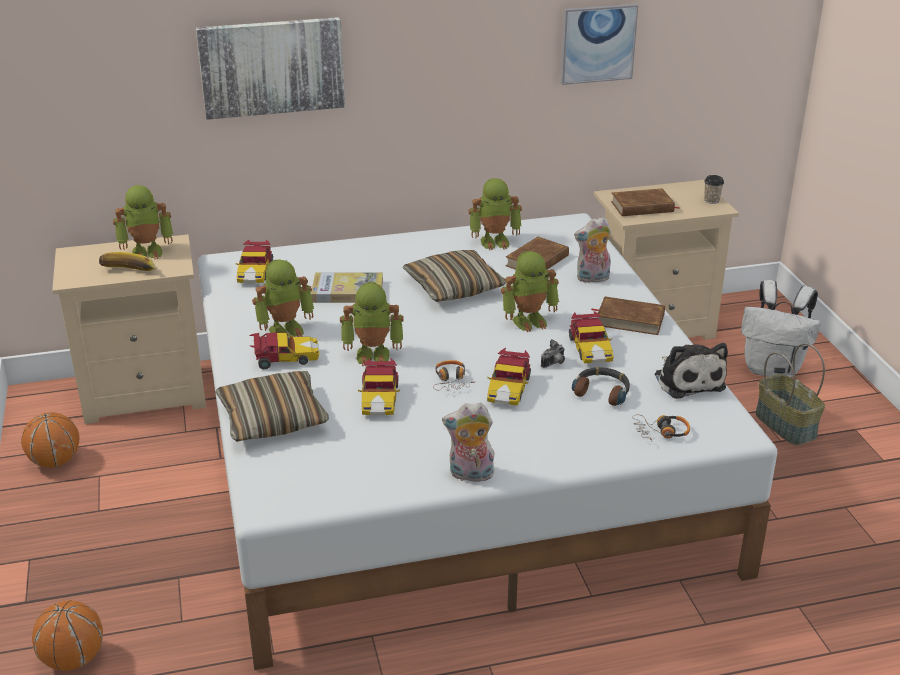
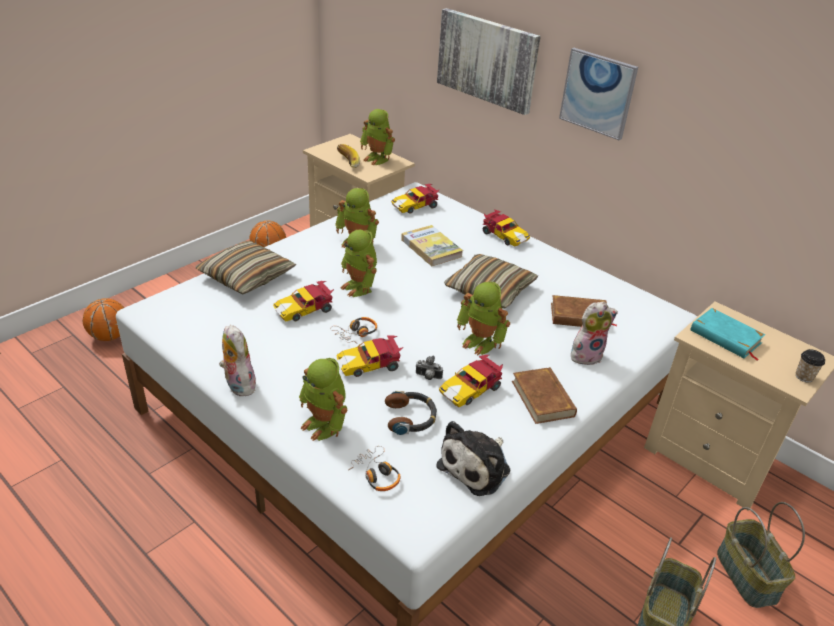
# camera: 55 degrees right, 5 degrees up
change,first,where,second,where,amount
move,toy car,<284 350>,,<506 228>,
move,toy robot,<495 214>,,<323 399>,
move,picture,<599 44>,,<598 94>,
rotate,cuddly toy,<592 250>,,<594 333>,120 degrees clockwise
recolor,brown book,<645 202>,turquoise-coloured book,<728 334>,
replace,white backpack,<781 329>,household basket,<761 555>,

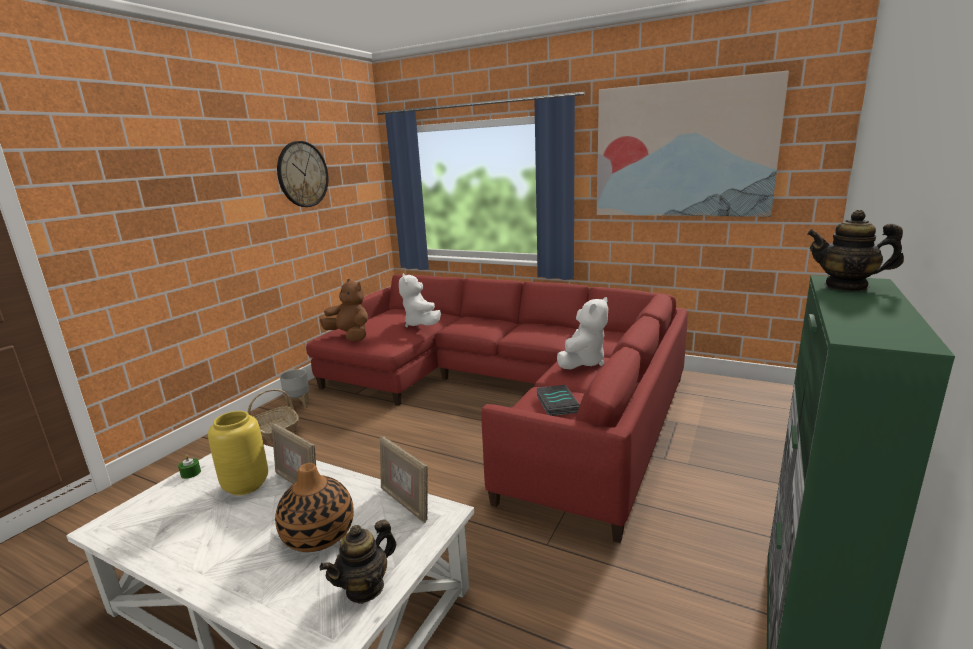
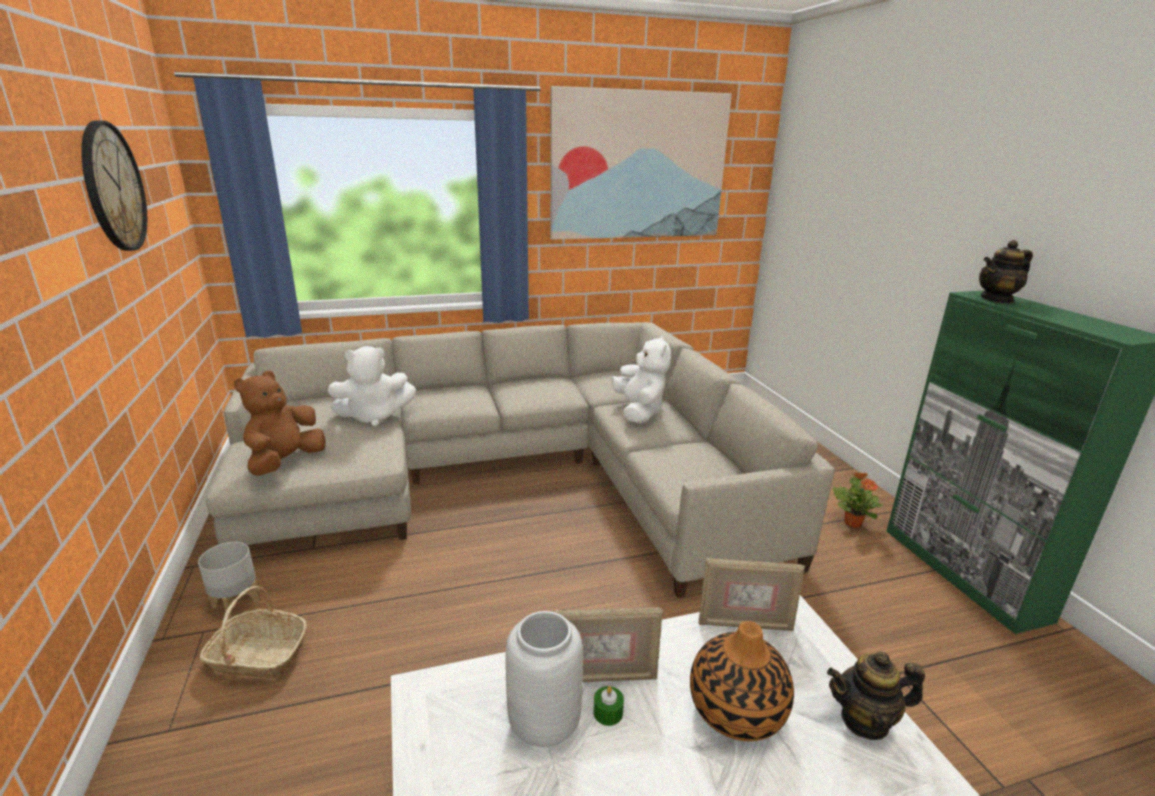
# camera: 45 degrees left, 5 degrees up
change,first,where,second,where,amount
move,green-coloured wax light,<189 467>,,<608 706>,
recolor,yellow-coloured decorative vase,<238 453>,gray decorative vase,<544 679>,
recolor,red-coloured couch,<497 408>,sand-coloured couch,<520 460>,
rotate,tea pot,<357 561>,,<876 695>,90 degrees clockwise
rotate,brown cuddly toy,<344 310>,,<280 423>,60 degrees counterclockwise
rotate,white cuddly toy,<420 301>,,<372 386>,45 degrees counterclockwise
delete,book,<558 400>,,,
insert,,,houseplant,<858 500>,

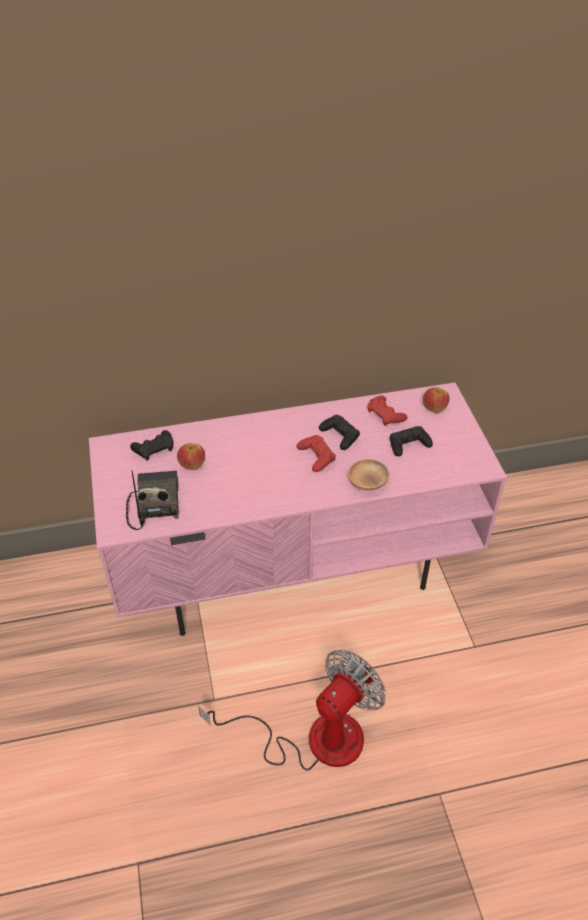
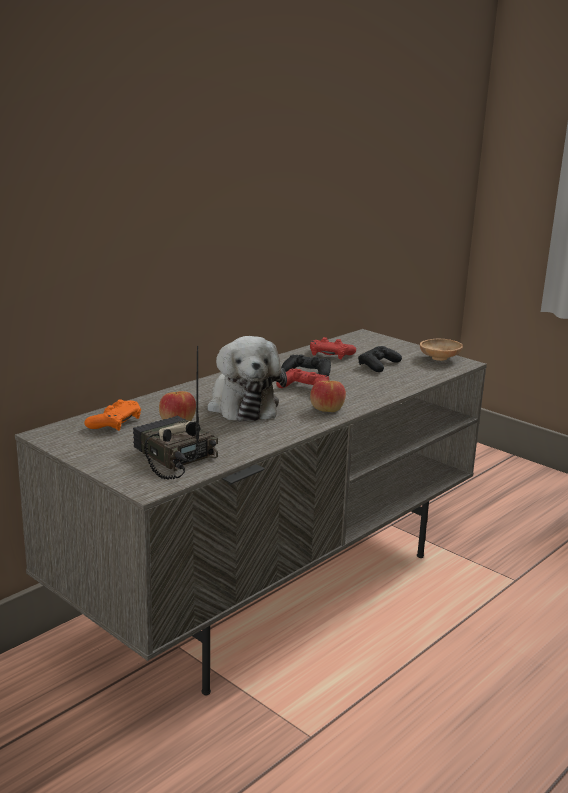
# camera: 35 degrees left, 25 degrees down
change,first,where,second,where,amount
recolor,pink tv unit,<298 509>,gray tv unit,<251 512>,
recolor,blackish game controller,<151 445>,orangey game controller,<113 415>,
delete,cooling fan,<292 710>,,,
move,brown bowl,<368 474>,,<441 350>,
move,apple fruit,<436 400>,,<328 396>,
insert,,,cuddly toy,<247 379>,

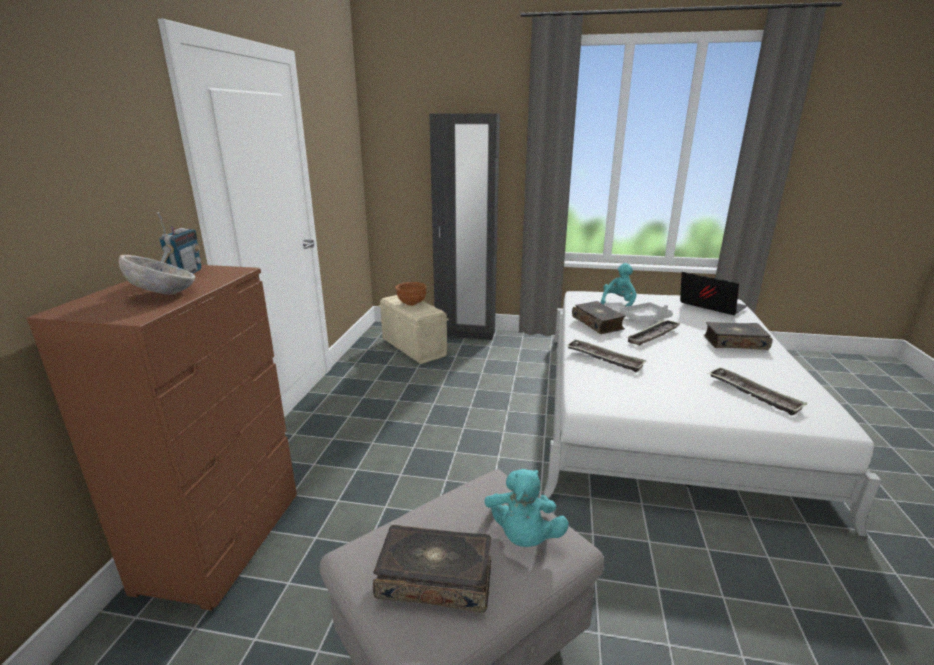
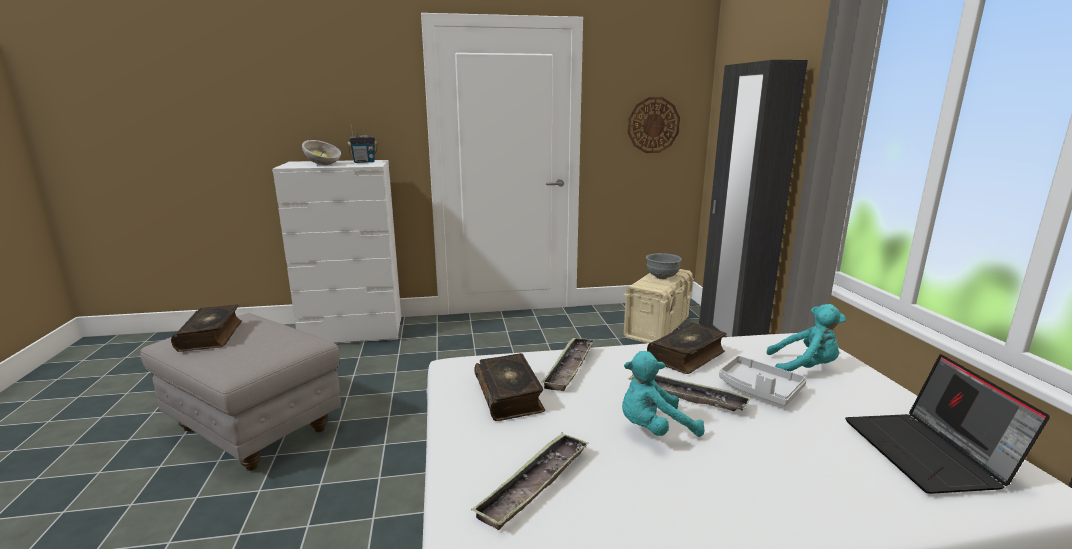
# camera: 70 degrees right, 5 degrees down
change,first,where,second,where,amount
recolor,brown dresser,<161 438>,white dresser,<336 251>,
recolor,brown bowl,<411 294>,gray bowl,<664 266>,
move,turquoise-coloured cuddly toy,<527 508>,,<663 394>,
rotate,portable computer,<713 293>,,<947 424>,150 degrees clockwise
move,book,<738 336>,,<509 387>,
insert,,,clock on the wall,<654 125>,

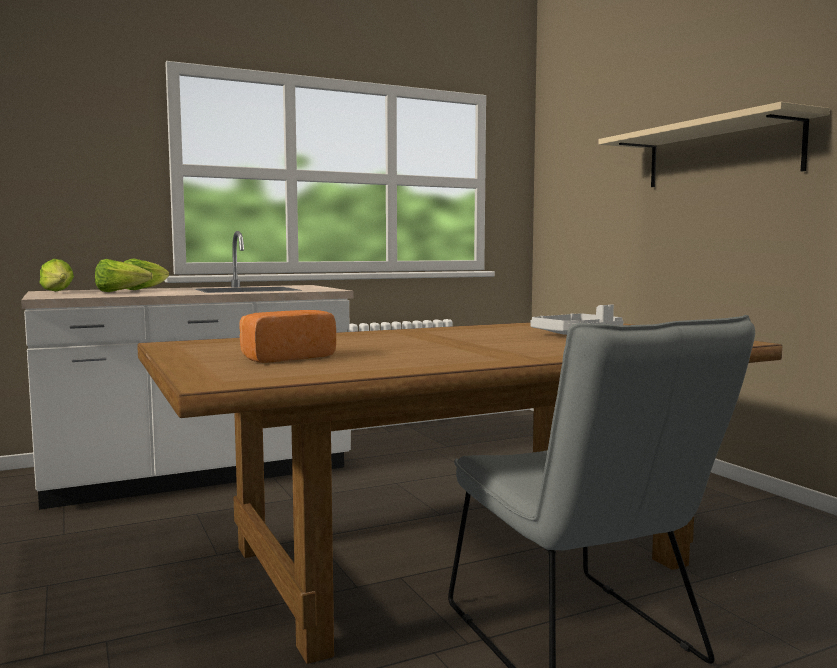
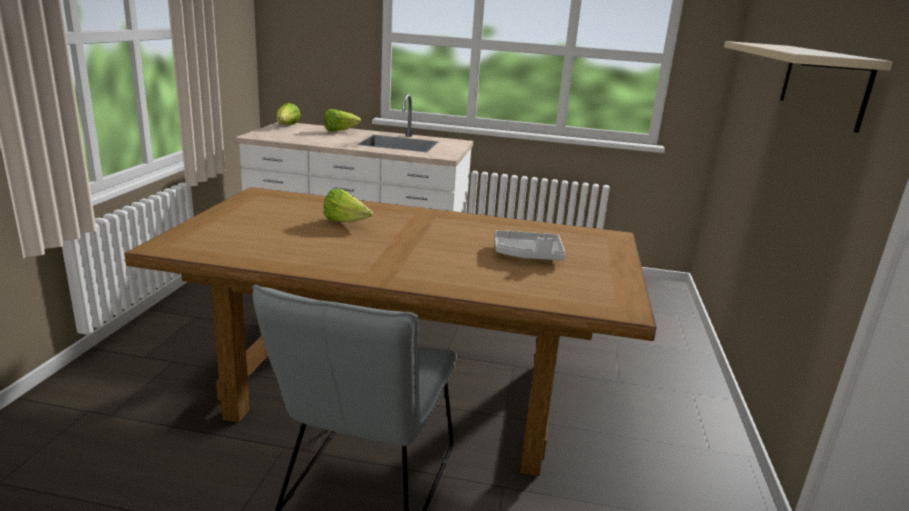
# camera: 35 degrees right, 15 degrees up
change,first,where,second,where,amount
move,head of lettuce,<124 275>,,<348 205>,
delete,baked bread,<287 336>,,,

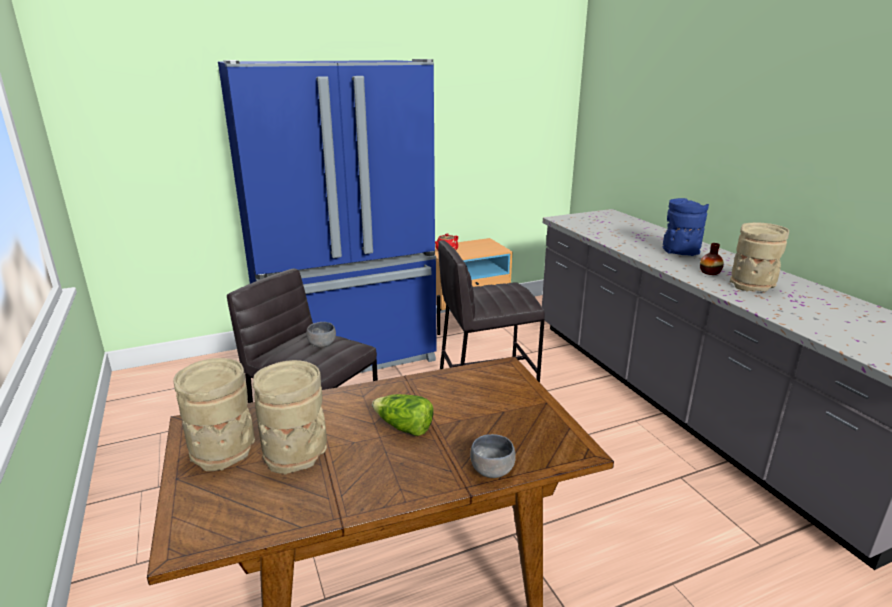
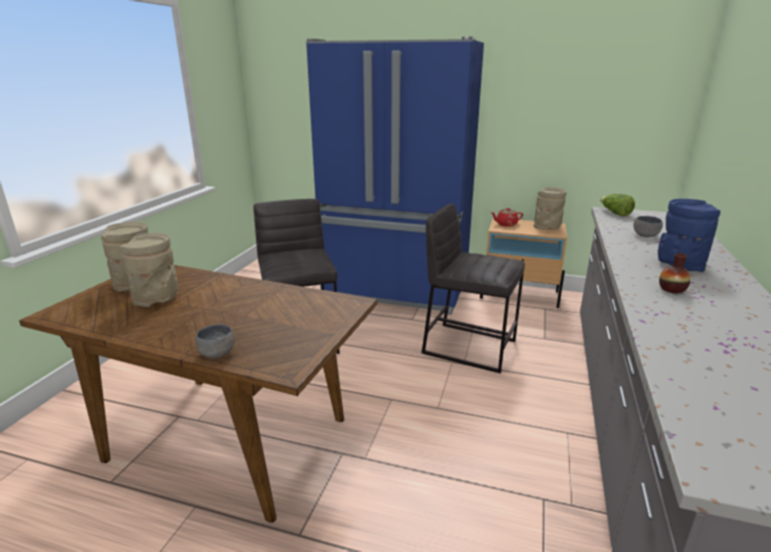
# camera: 40 degrees right, 0 degrees up
change,first,where,second,where,amount
move,gray bowl,<321 335>,,<648 226>,
move,head of lettuce,<403 415>,,<617 205>,
move,sand-coloured decorative vase,<759 257>,,<550 208>,

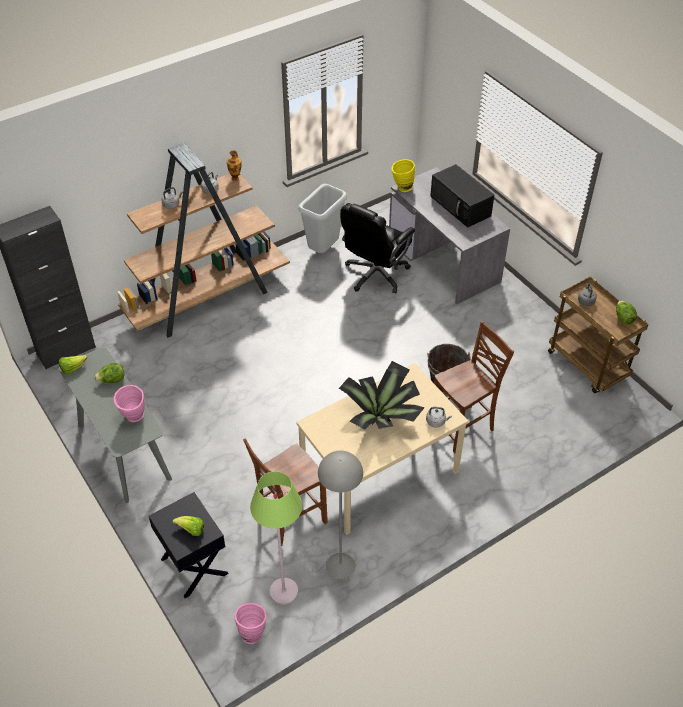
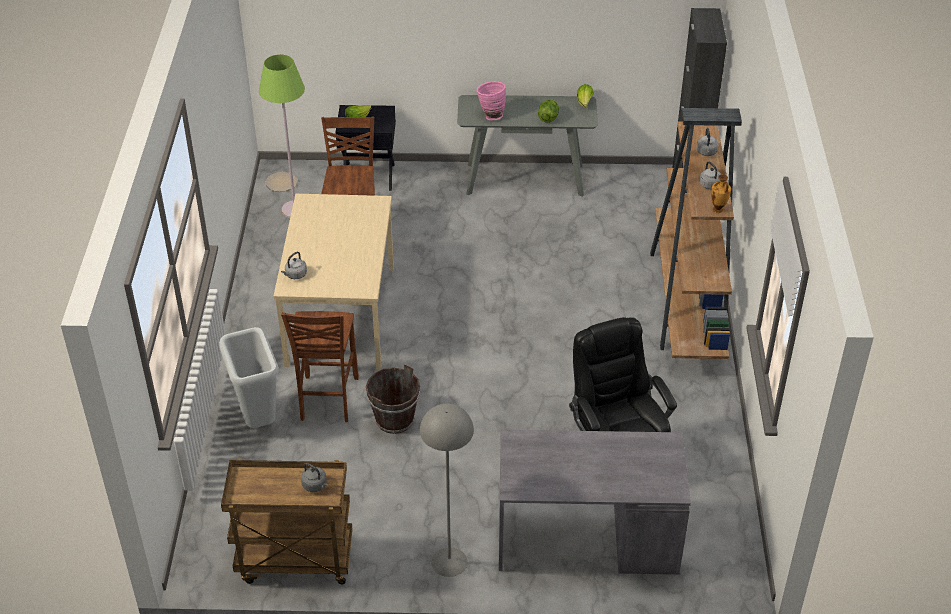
# camera: 125 degrees right, 5 degrees down
change,first,where,second,where,amount
replace,pink decorative vase,<251 623>,dinner plate,<281 182>,
move,gray rubbish bin,<322 218>,,<249 377>,
move,gray standard lamp,<340 515>,,<447 490>,
delete,houseplant,<382 395>,,,
delete,yellow-coloured decorative vase,<403 175>,,,
delete,blackish microwave oven,<462 196>,,,
delete,head of lettuce,<626 312>,,,

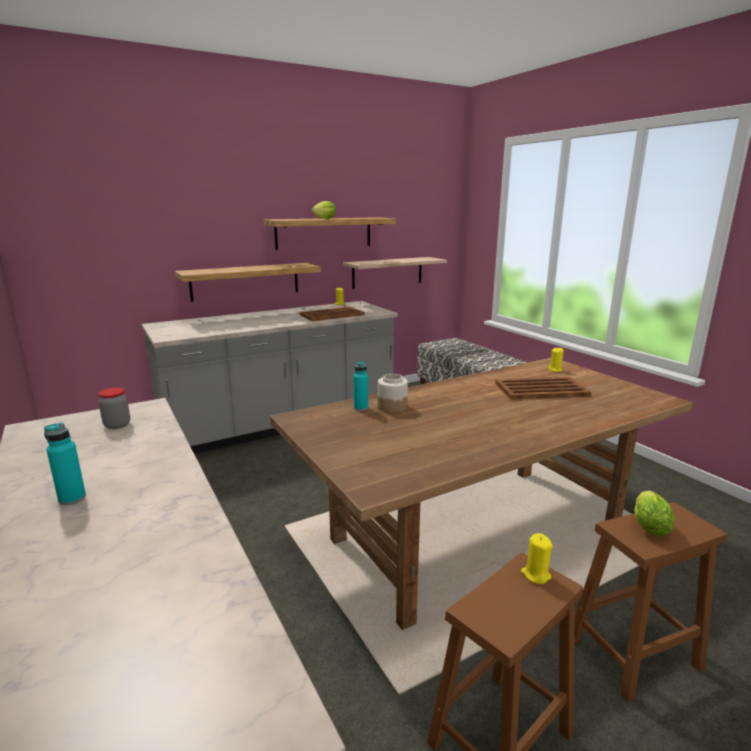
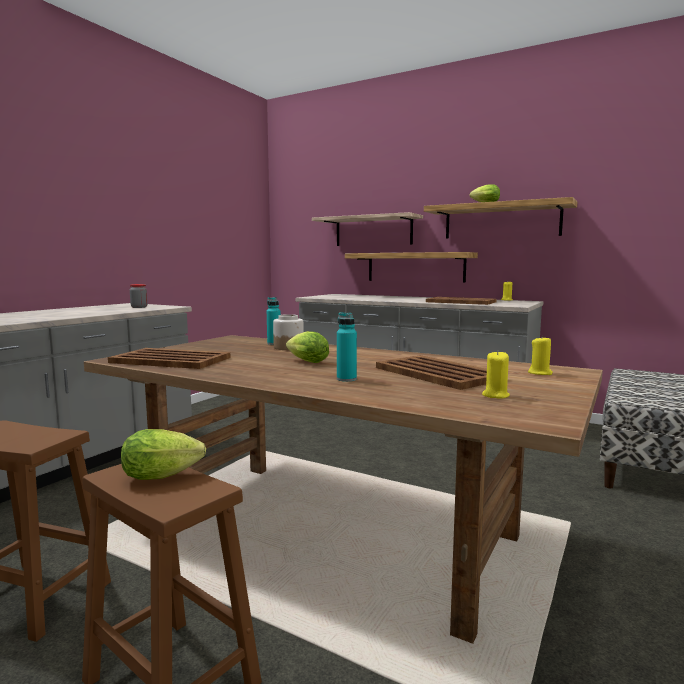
# camera: 60 degrees right, 10 degrees down
change,first,where,second,where,amount
move,turquoise-coloured bottle,<65 463>,,<347 347>,
move,bracket shelf,<395 273>,,<367 229>,
move,yellow-coloured wax light,<537 558>,,<496 375>,
insert,,,brown carrying tray,<169 358>,
insert,,,head of lettuce,<307 347>,

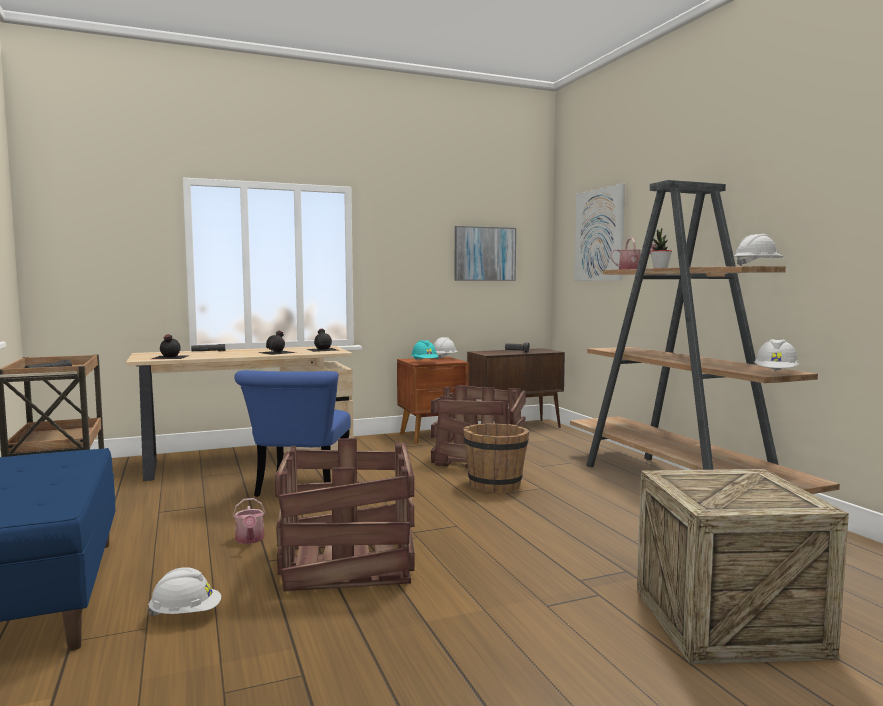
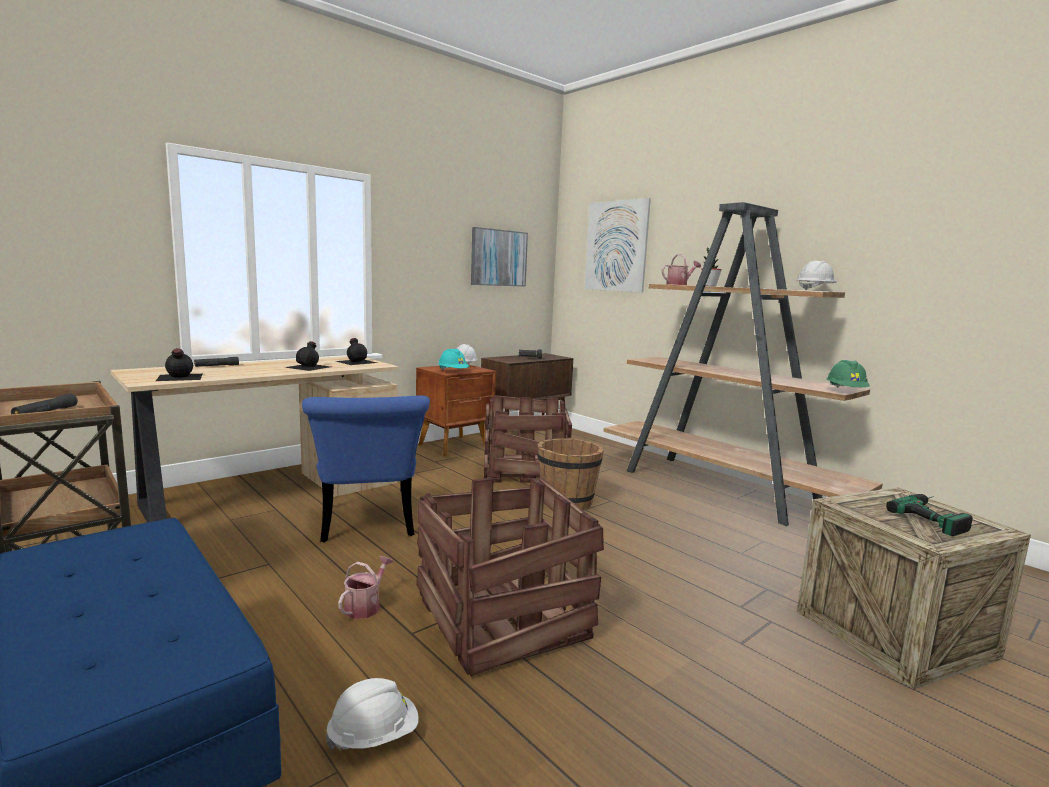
# camera: 20 degrees left, 5 degrees up
change,first,where,second,where,amount
rotate,sprinkling can,<249 521>,,<365 587>,120 degrees counterclockwise
recolor,white safety helmet,<776 355>,green-coloured safety helmet,<848 374>,
insert,,,electric drill,<929 515>,

